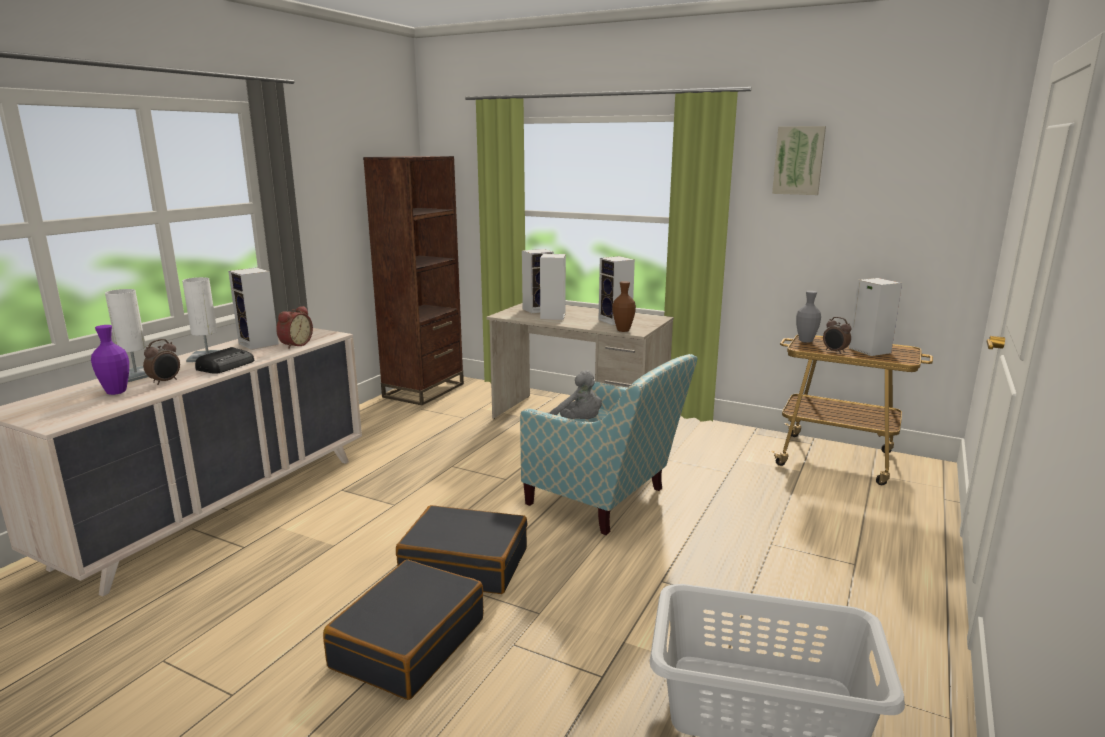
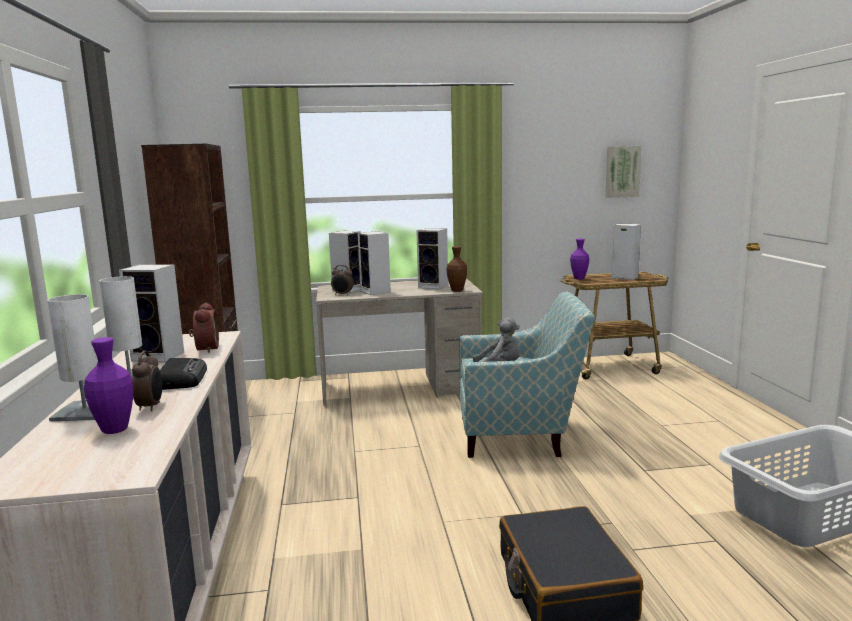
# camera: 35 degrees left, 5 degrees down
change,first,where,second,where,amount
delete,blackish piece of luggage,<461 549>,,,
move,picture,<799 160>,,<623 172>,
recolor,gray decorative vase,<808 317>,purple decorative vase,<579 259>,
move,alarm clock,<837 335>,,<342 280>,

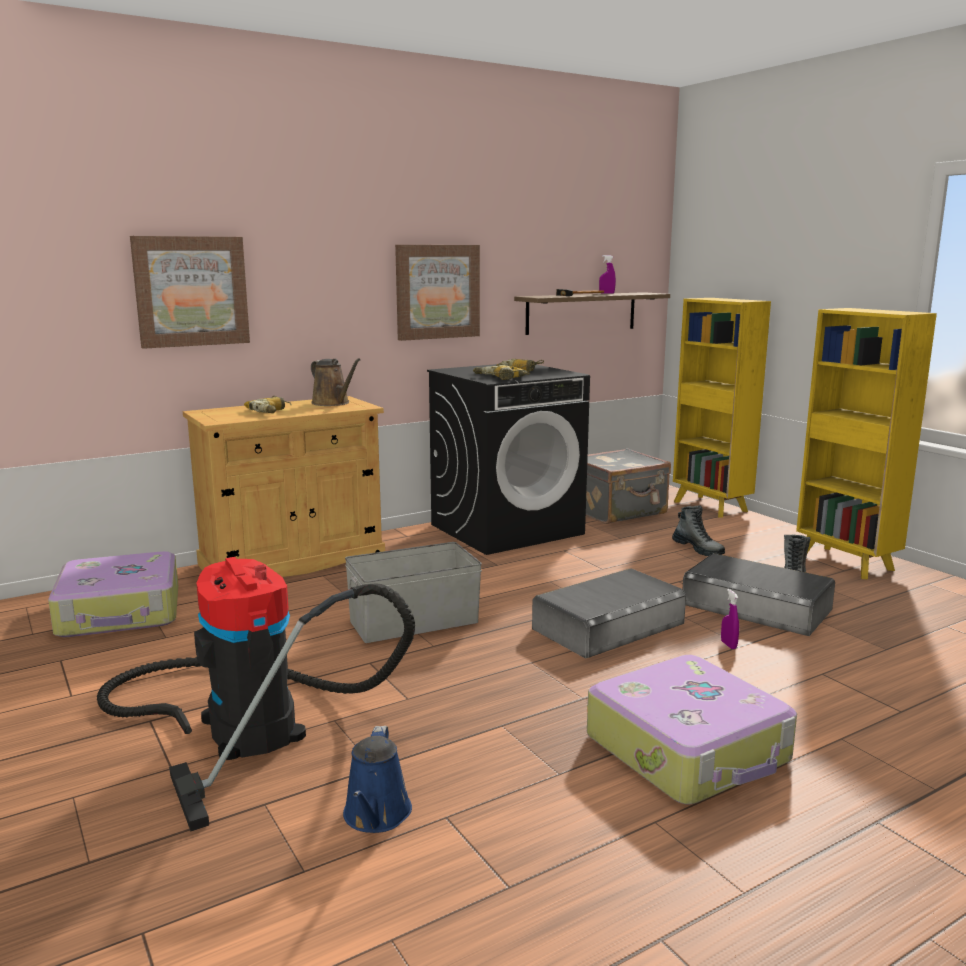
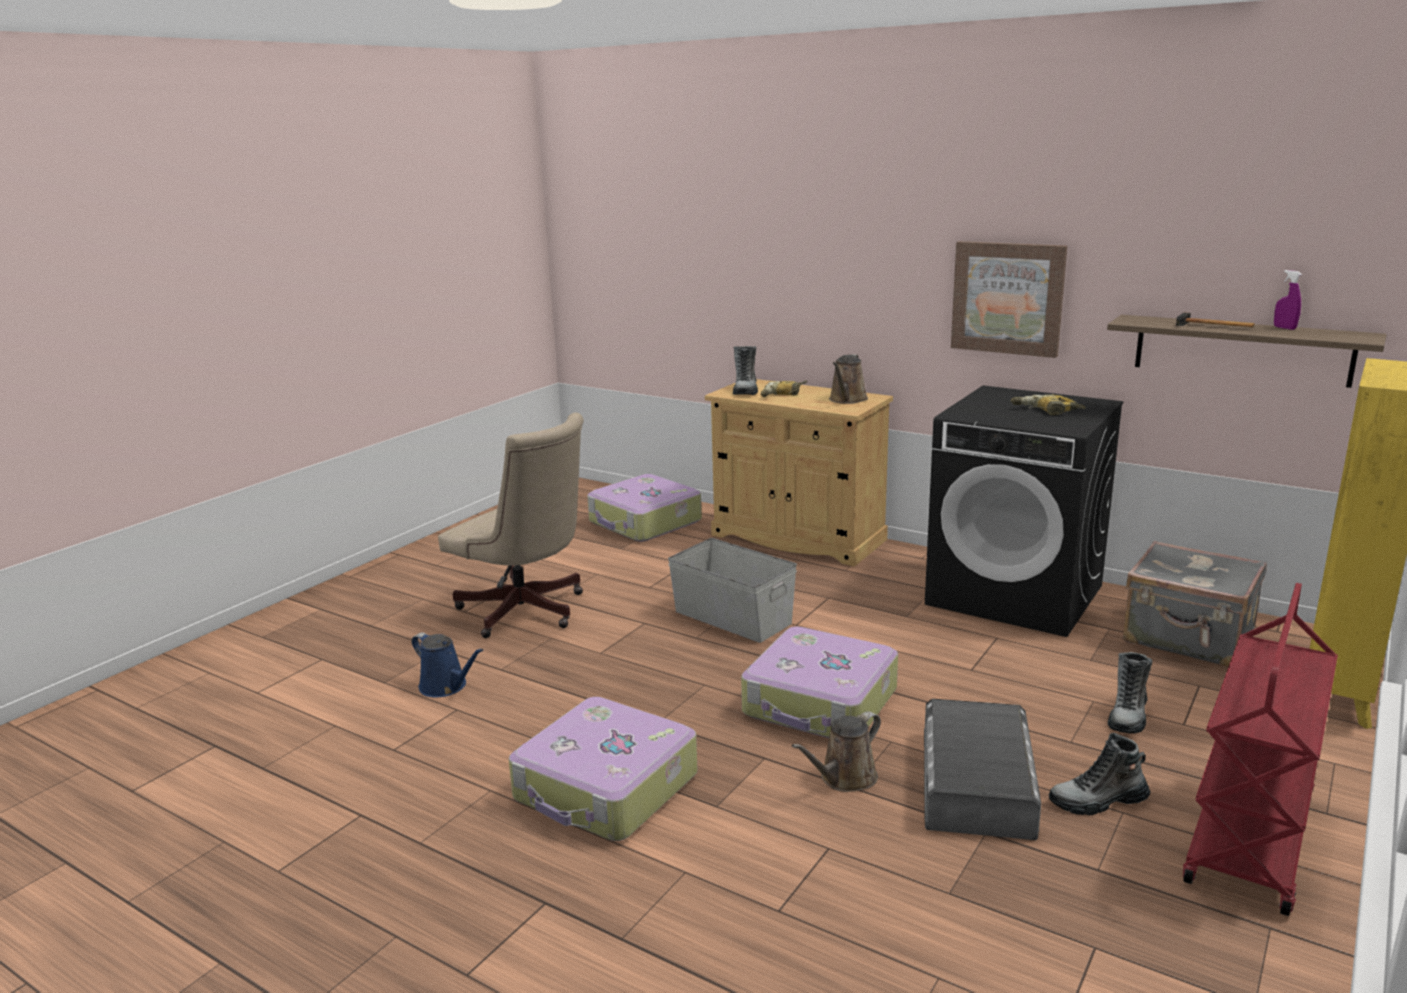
# camera: 65 degrees right, 5 degrees up
change,first,where,second,where,amount
replace,vacuum,<256 694>,sand-coloured desk chair,<511 525>,
delete,picture,<190 292>,,,
rotate,blue-coloured sprinkling can,<377 779>,,<447 664>,120 degrees counterclockwise
delete,electric drill,<501 372>,,,
replace,gray storage box,<609 613>,piece of luggage,<819 682>,
replace,purple hand sprayer,<730 619>,brown sprinkling can,<836 751>,
replace,yellow-coloured bookcase,<866 443>,red-coloured cart,<1260 749>,
insert,,,tall boot,<745 370>,

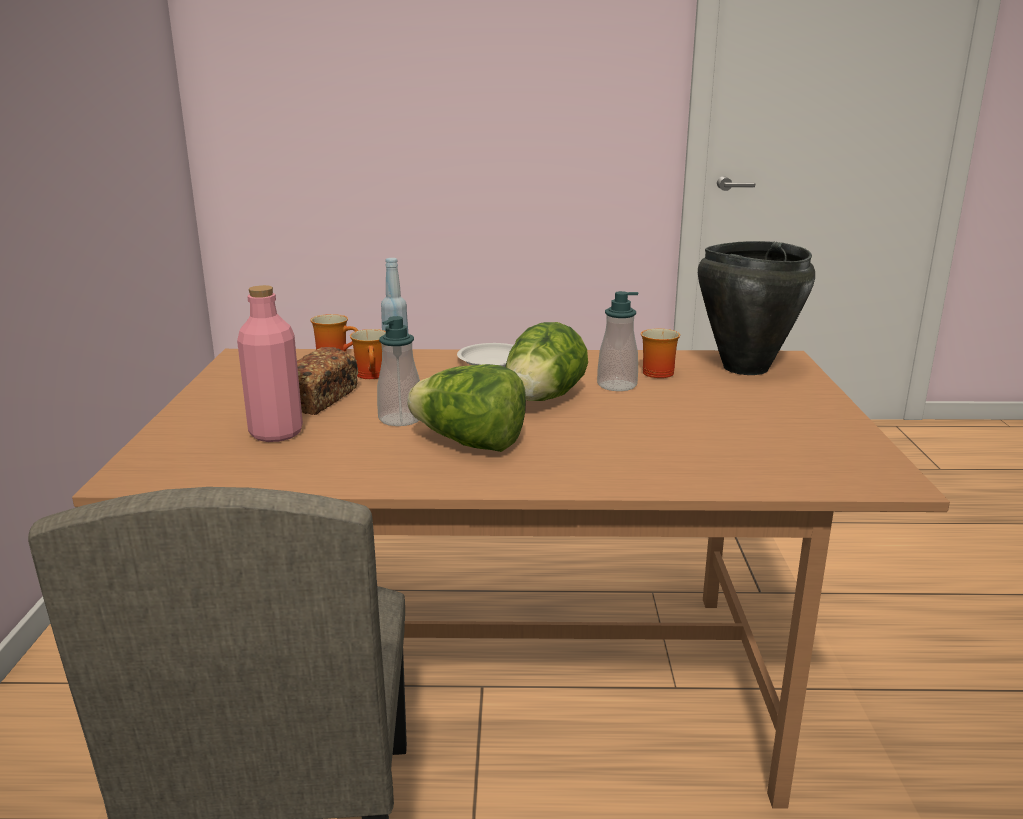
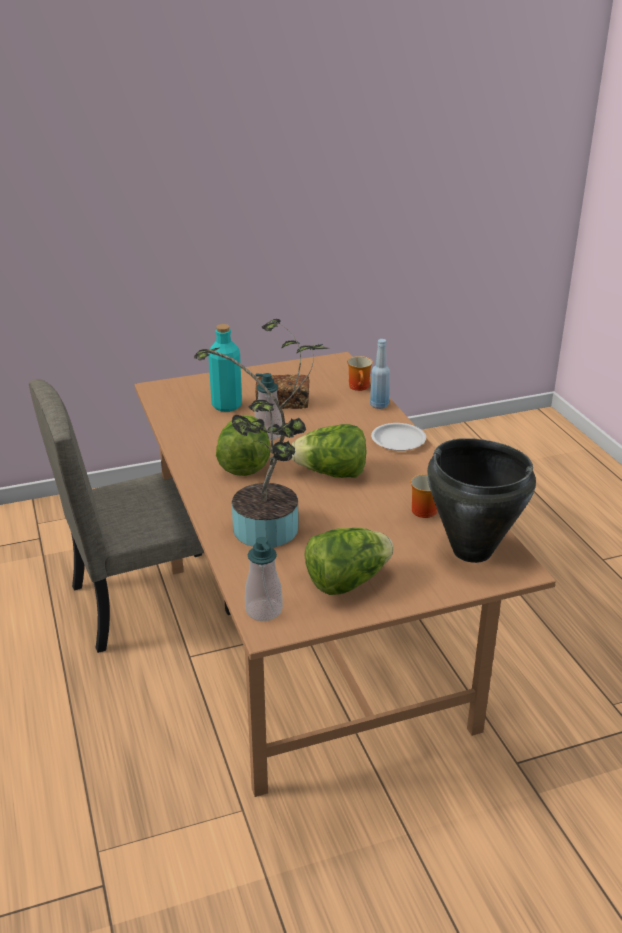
# camera: 70 degrees right, 10 degrees up
change,first,where,second,where,amount
recolor,pink bottle,<270 363>,turquoise-coloured bottle,<225 368>,
delete,coffee mug,<368 354>,,,
move,soap dispenser,<617 341>,,<264 579>,
insert,,,houseplant,<262 433>,
insert,,,head of lettuce,<349 561>,

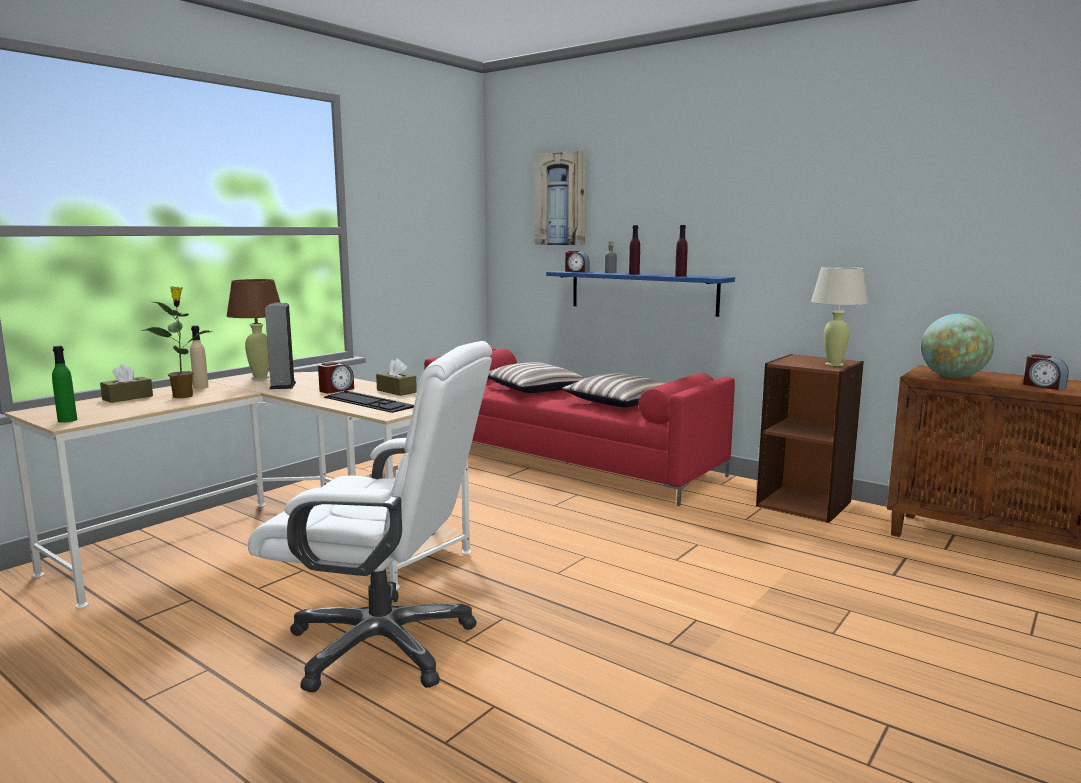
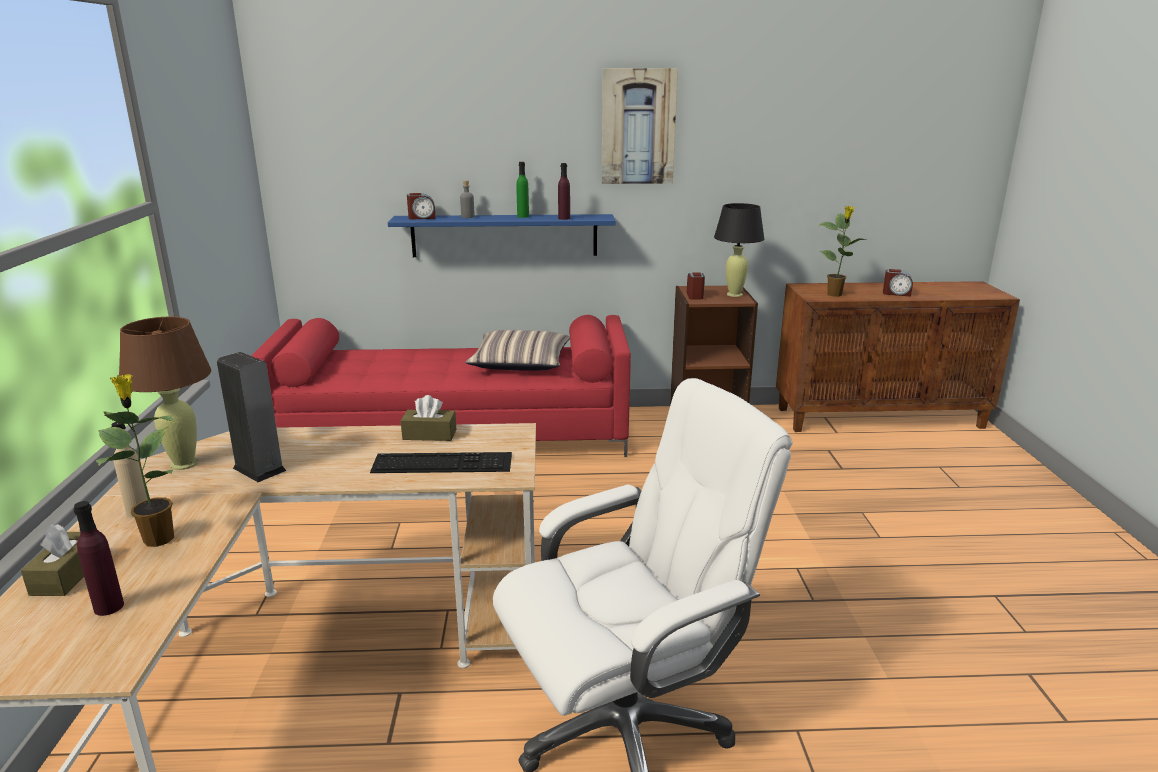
# camera: 40 degrees left, 10 degrees up
change,first,where,second,where,amount
move,green-coloured bottle,<64 384>,,<522 190>,
move,alarm clock,<336 377>,,<696 286>,
delete,pillow,<536 377>,,,
move,picture,<560 198>,,<639 126>,
move,purple bottle,<634 250>,,<99 558>,
recolor,sand-coloured lamp for a table,<839 316>,blackish lamp for a table,<739 250>,
replace,desk globe,<957 346>,houseplant,<842 251>,

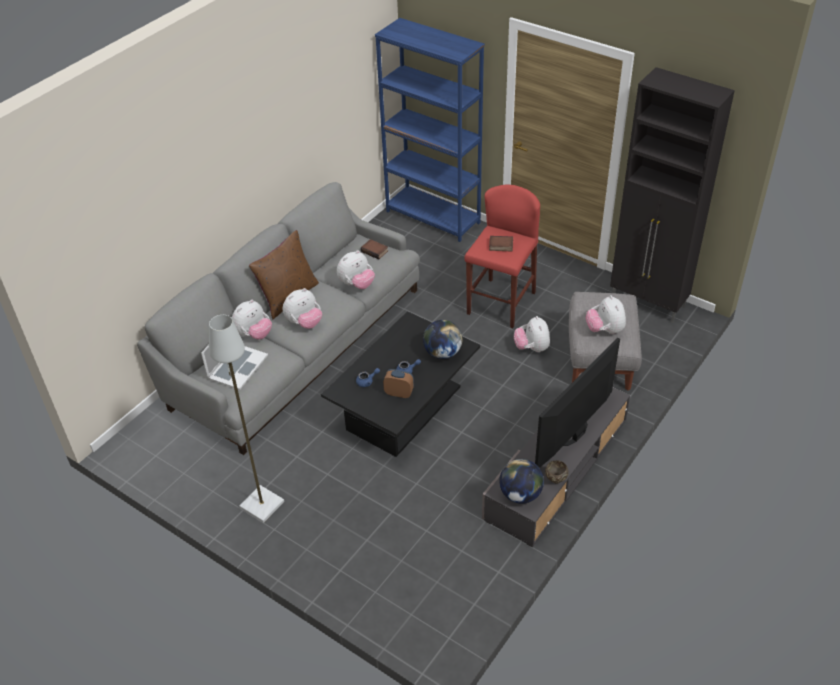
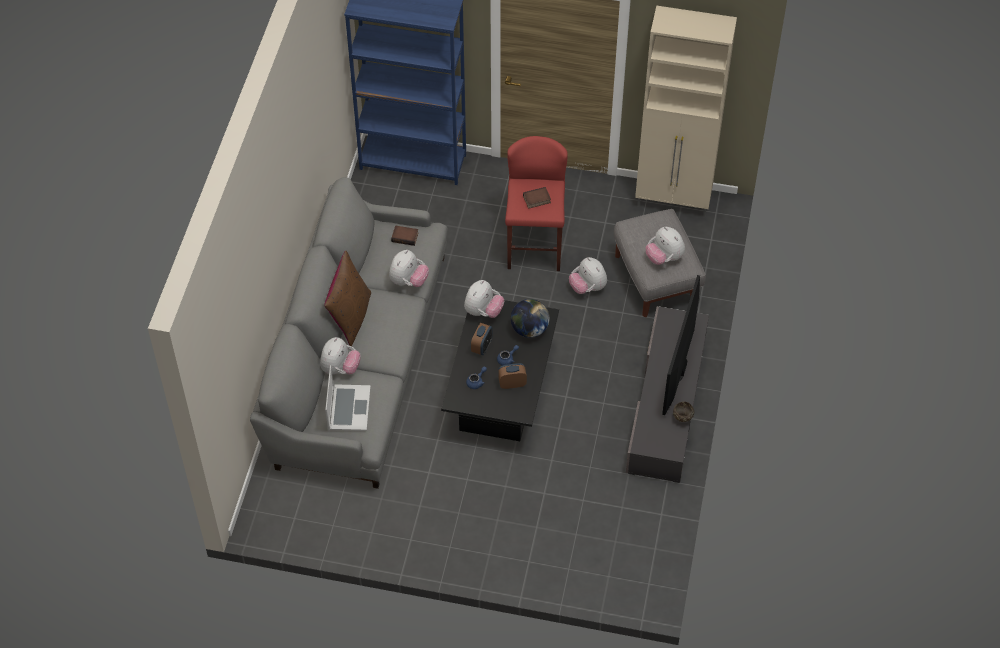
# camera: 25 degrees left, 10 degrees up
change,first,where,second,where,amount
delete,gray standard lamp,<246 419>,,,
move,cuddly toy,<302 308>,,<484 299>,
delete,desk globe,<521 481>,,,
recolor,blackish storage cabinet,<672 195>,sand-coloured storage cabinet,<686 112>,
insert,,,alarm clock,<482 339>,

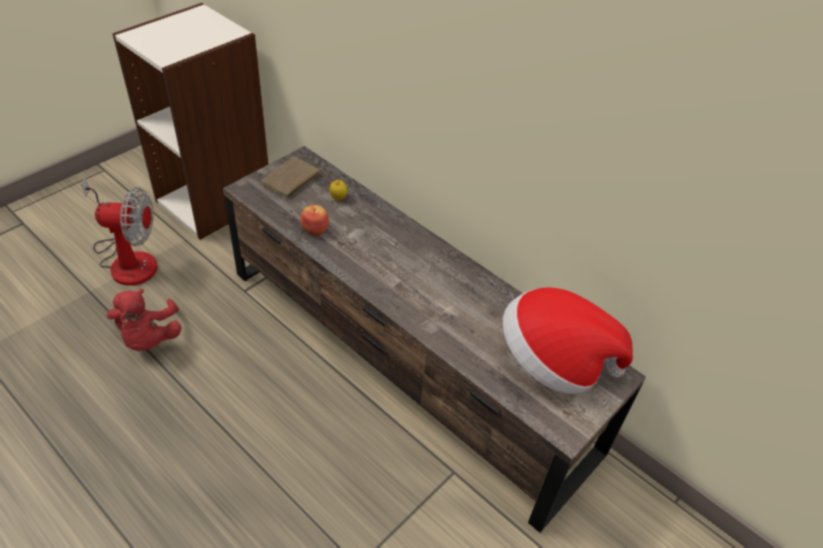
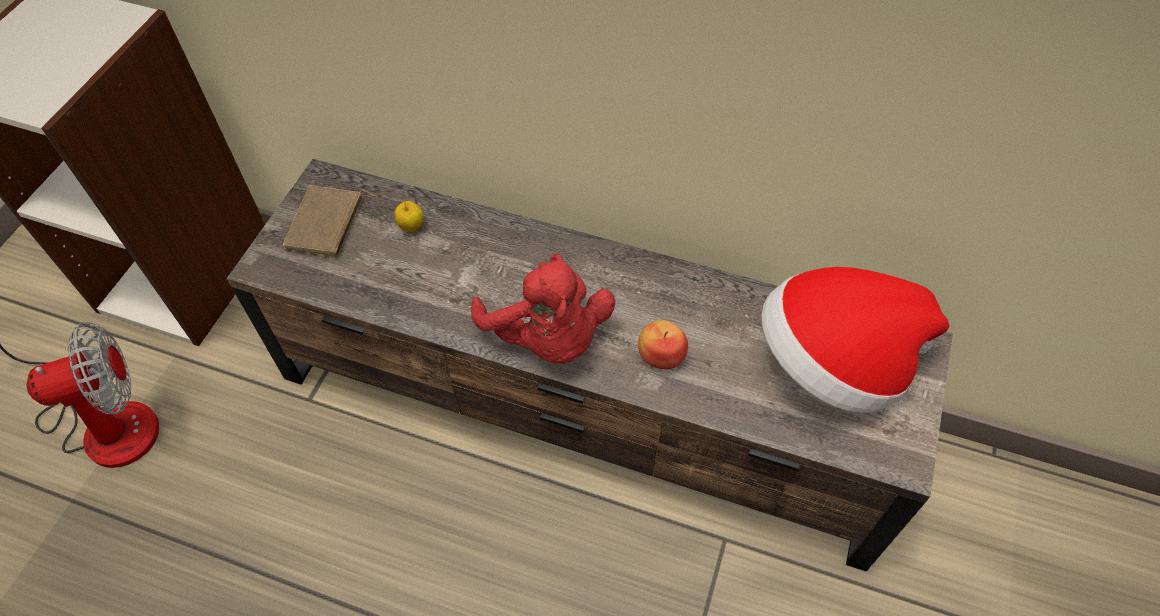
# camera: 20 degrees left, 10 degrees up
change,first,where,second,where,amount
move,red-coloured cuddly toy,<144 320>,,<543 308>,
move,apple fruit,<314 220>,,<663 344>,

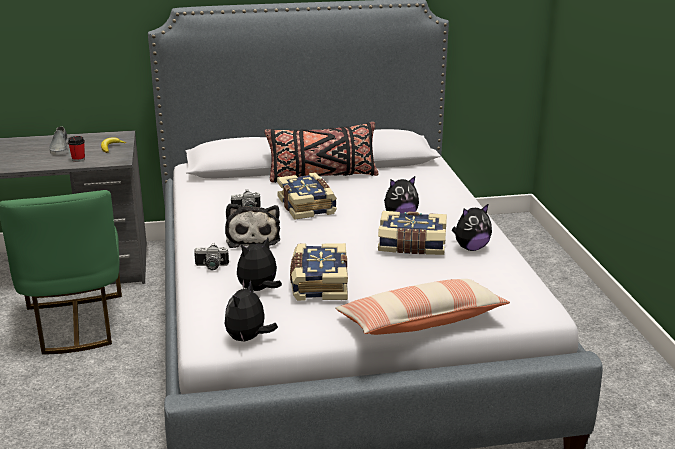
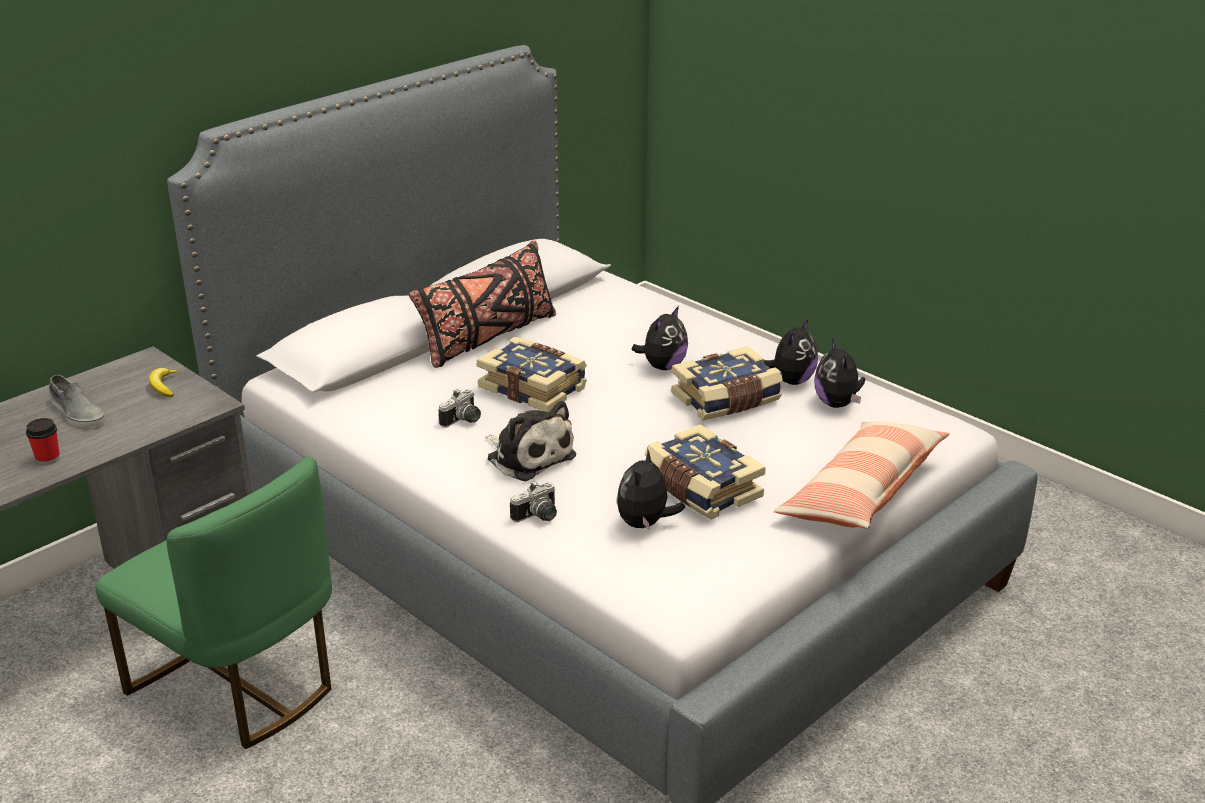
# camera: 35 degrees left, 5 degrees up
change,first,where,second,where,amount
move,drinking cup,<76 149>,,<43 441>,
move,cuddly toy,<251 310>,,<839 373>,

